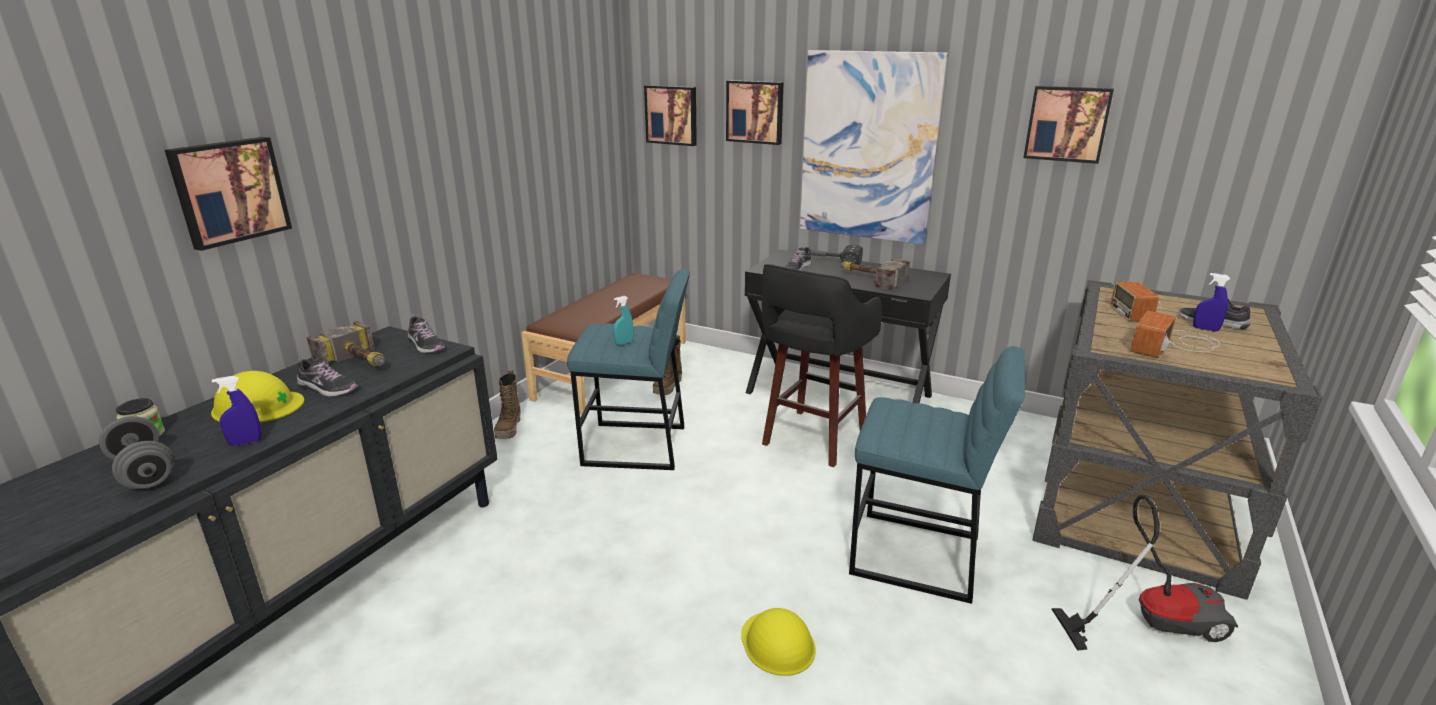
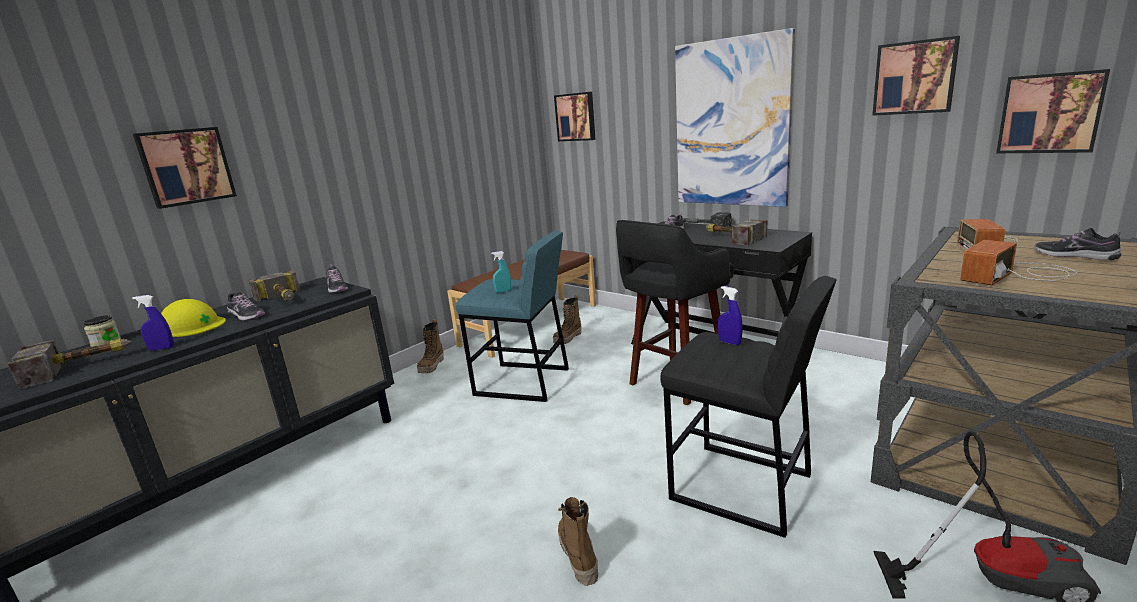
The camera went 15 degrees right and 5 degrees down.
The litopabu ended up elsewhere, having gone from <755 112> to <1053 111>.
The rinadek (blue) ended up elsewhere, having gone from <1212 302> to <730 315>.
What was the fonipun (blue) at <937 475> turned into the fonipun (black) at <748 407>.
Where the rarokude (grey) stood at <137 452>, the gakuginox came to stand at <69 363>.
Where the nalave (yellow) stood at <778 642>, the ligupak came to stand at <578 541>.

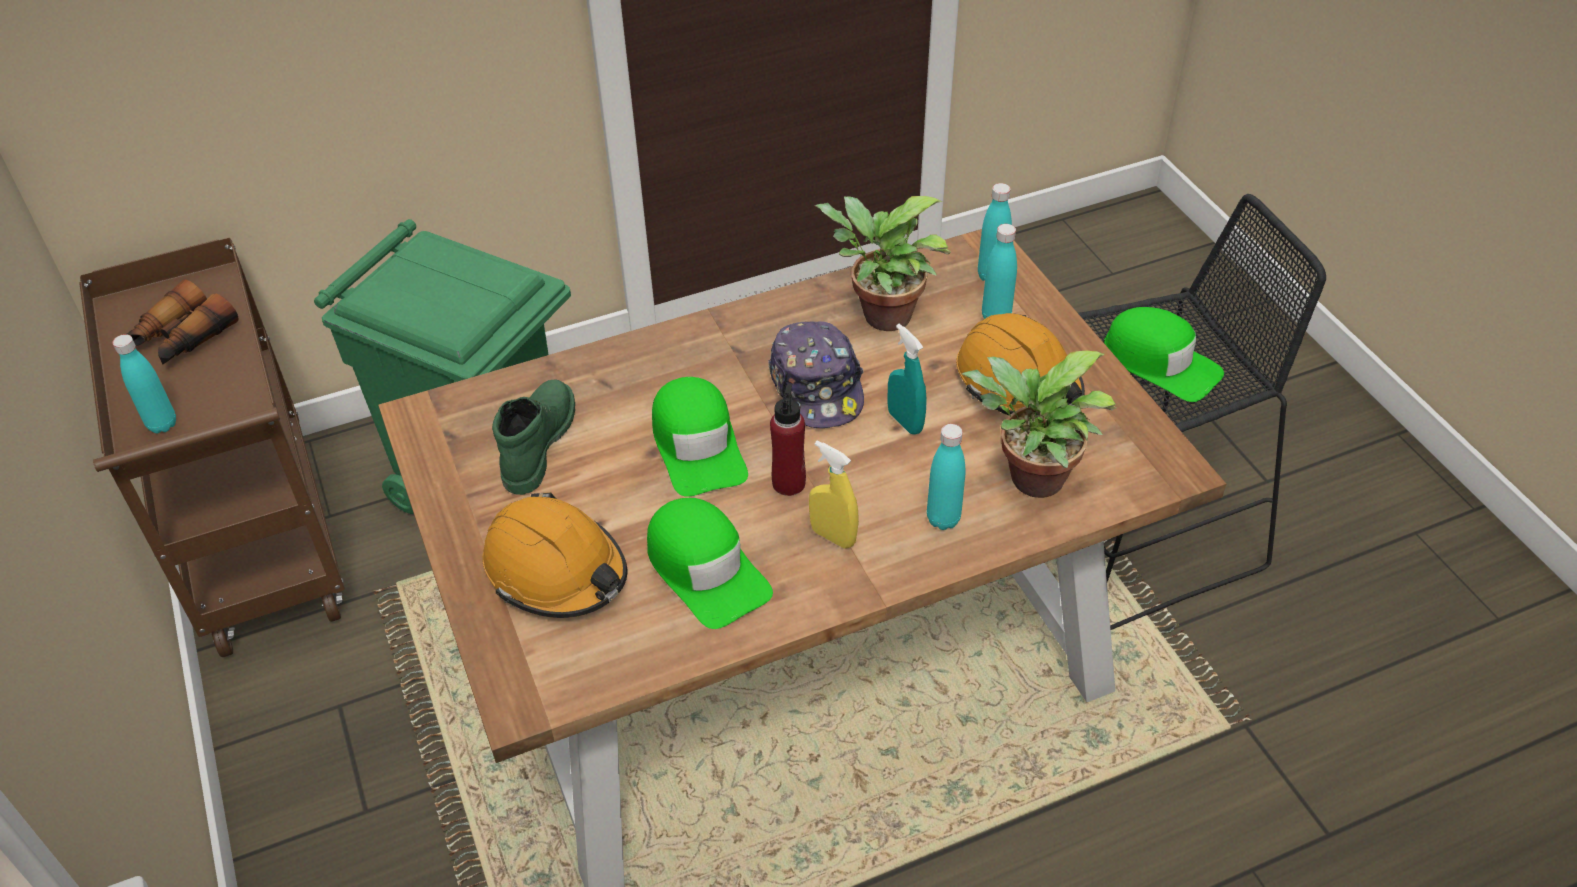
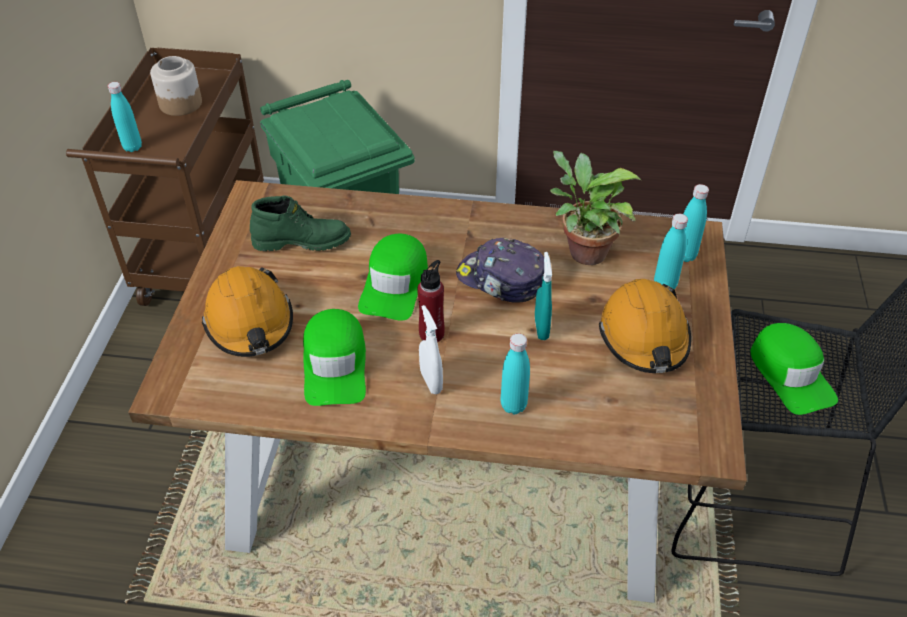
The camera went 30 degrees right and 0 degrees up.
Where the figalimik stood at <182 322>, the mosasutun came to stand at <176 86>.
The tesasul at <816 374> ended up facing another way, 105 degrees clockwise from before.
The second view lost the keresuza at <1039 424>.
The ligupak (green) at <533 437> ended up facing another way, 45 degrees clockwise from before.
What was the rinadek (yellow) at <834 494> turned into the rinadek (white) at <431 349>.

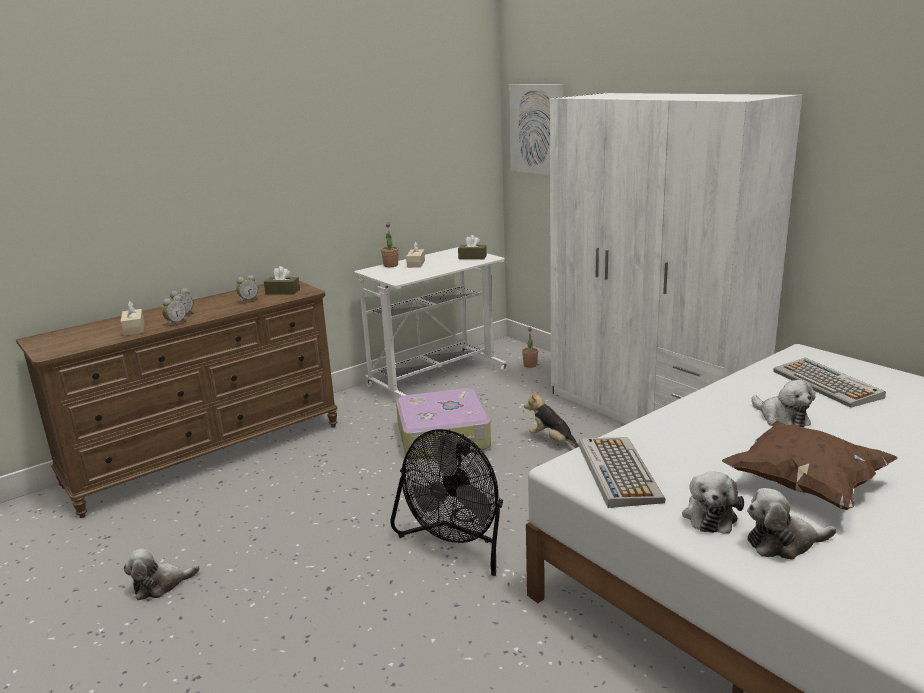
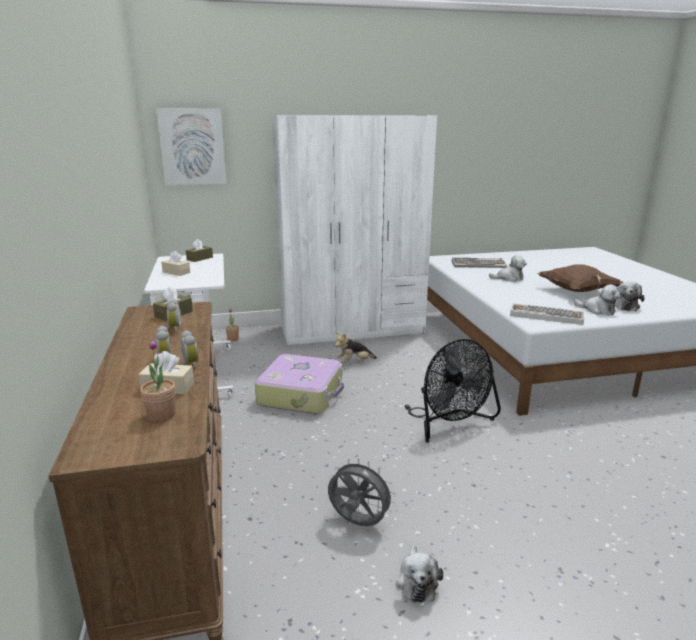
The camera went 65 degrees left and 0 degrees up.
The keresuza ended up elsewhere, having gone from <389 244> to <158 380>.
The second view gained the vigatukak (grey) at <362 492>.

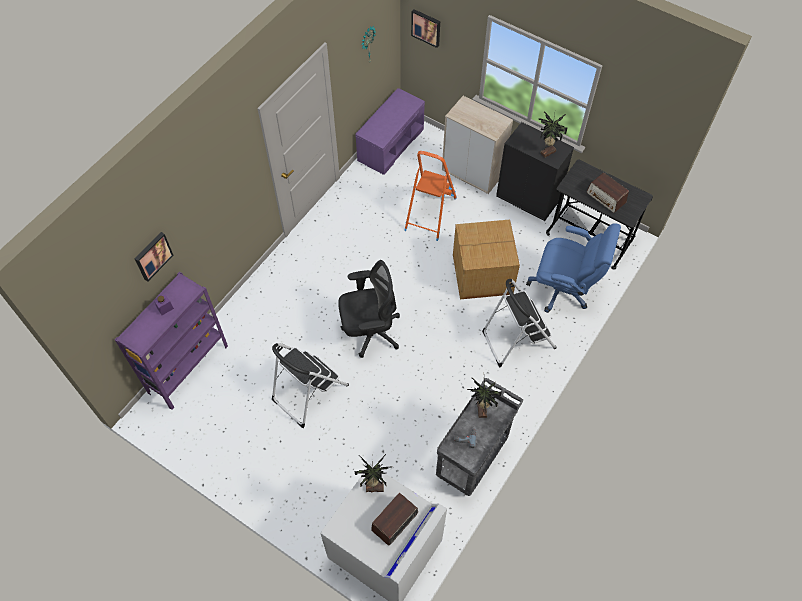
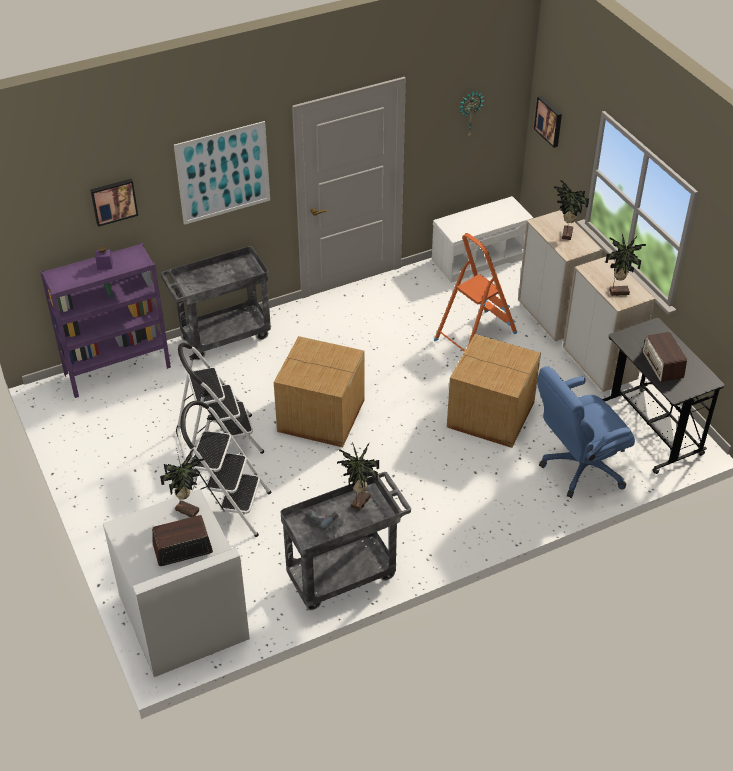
The camera went 30 degrees right and 15 degrees down.
What was the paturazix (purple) at <390 131> turned into the paturazix (white) at <482 239>.
What was the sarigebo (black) at <535 171> turned into the sarigebo (beige) at <609 324>.
The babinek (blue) at <573 268> ended up facing another way, 105 degrees clockwise from before.
Where the babinek (black) stood at <369 309>, the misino came to stand at <319 391>.
The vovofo ended up elsewhere, having gone from <519 323> to <226 469>.
The second view gained the litopabu at <222 173>.
The second view gained the keresuza at <571 210>.
The second view gained the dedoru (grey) at <215 303>.

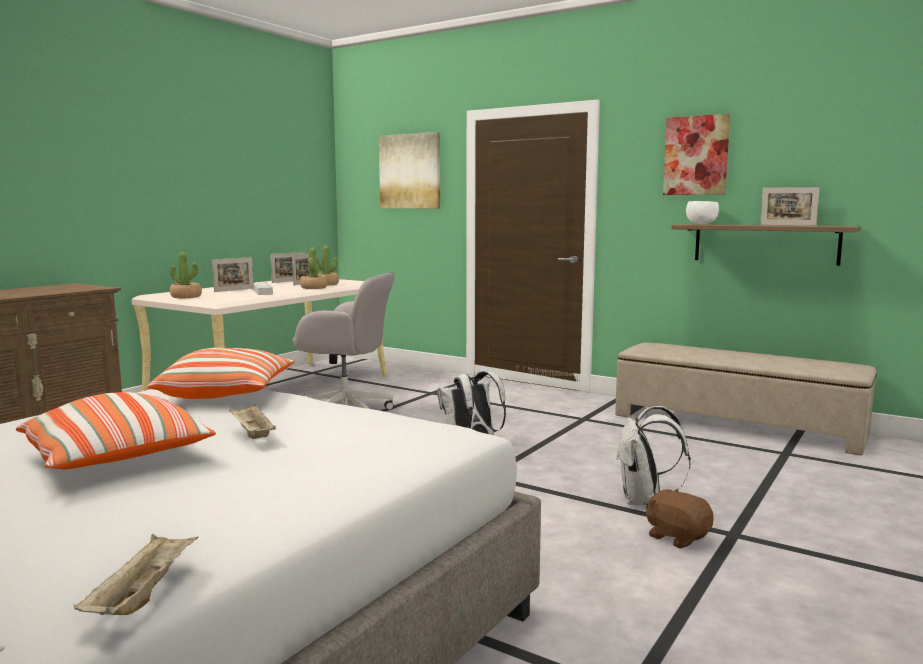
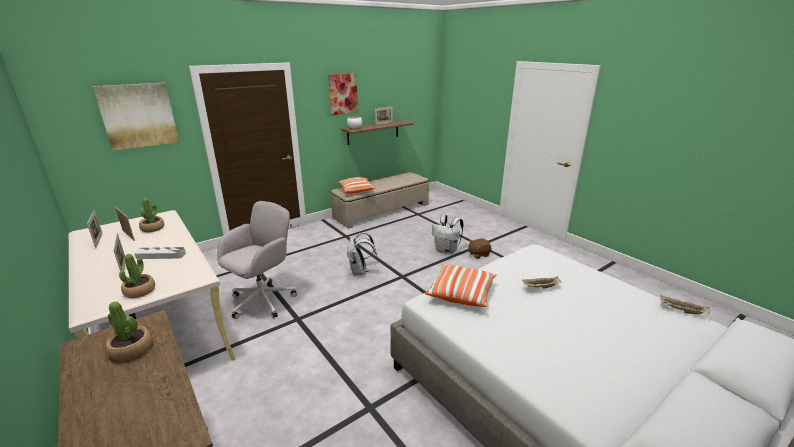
The camera went 70 degrees left and 15 degrees up.
The keresuza ended up elsewhere, having gone from <314 268> to <129 331>.
The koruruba ended up elsewhere, having gone from <116 431> to <356 185>.

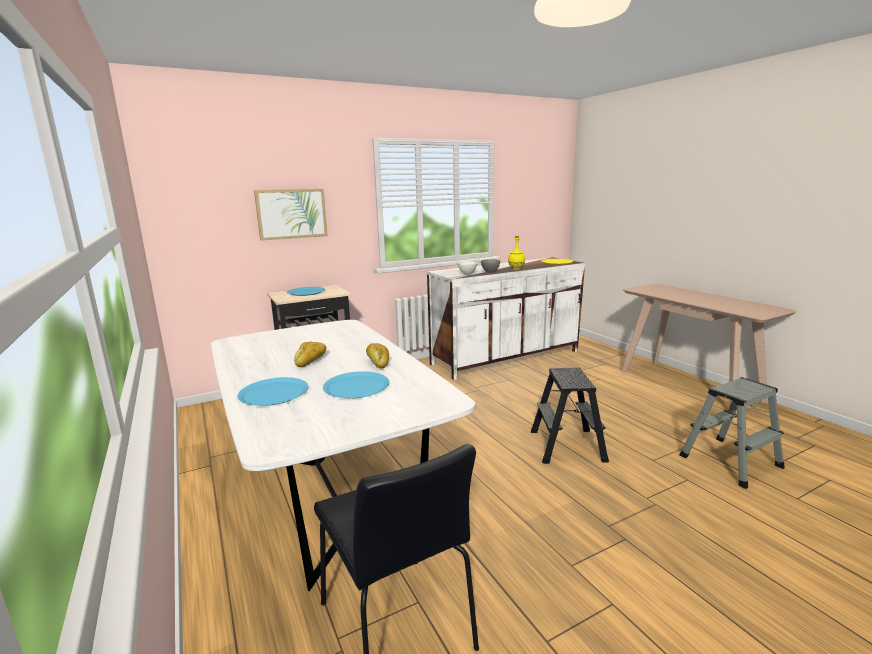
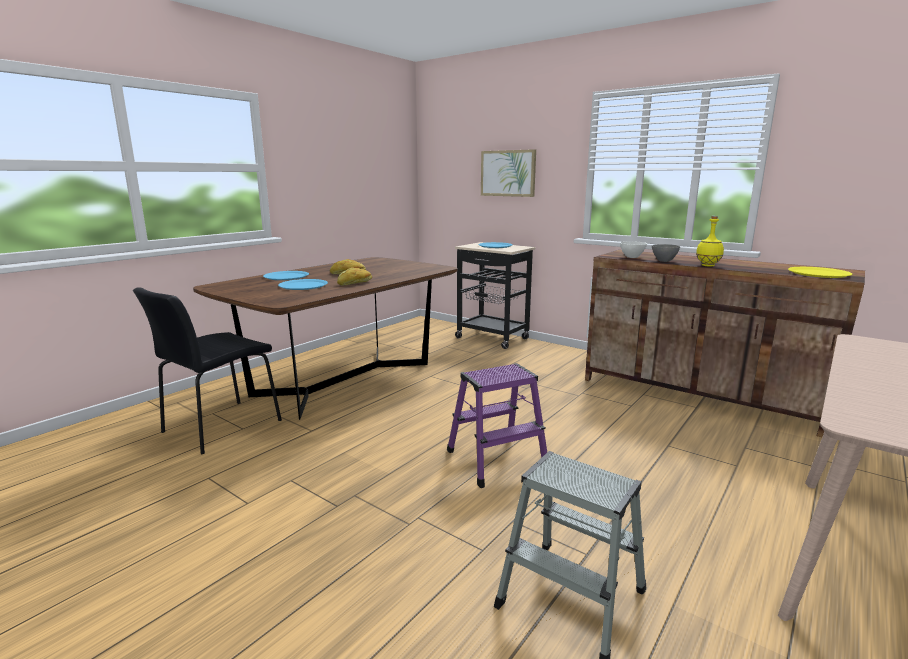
The camera went 65 degrees right and 0 degrees up.
What was the sarigebo (white) at <506 318> turned into the sarigebo (brown) at <725 343>.
What was the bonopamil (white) at <343 455> turned into the bonopamil (brown) at <325 338>.
What was the vovofo (black) at <570 416> turned into the vovofo (purple) at <497 425>.

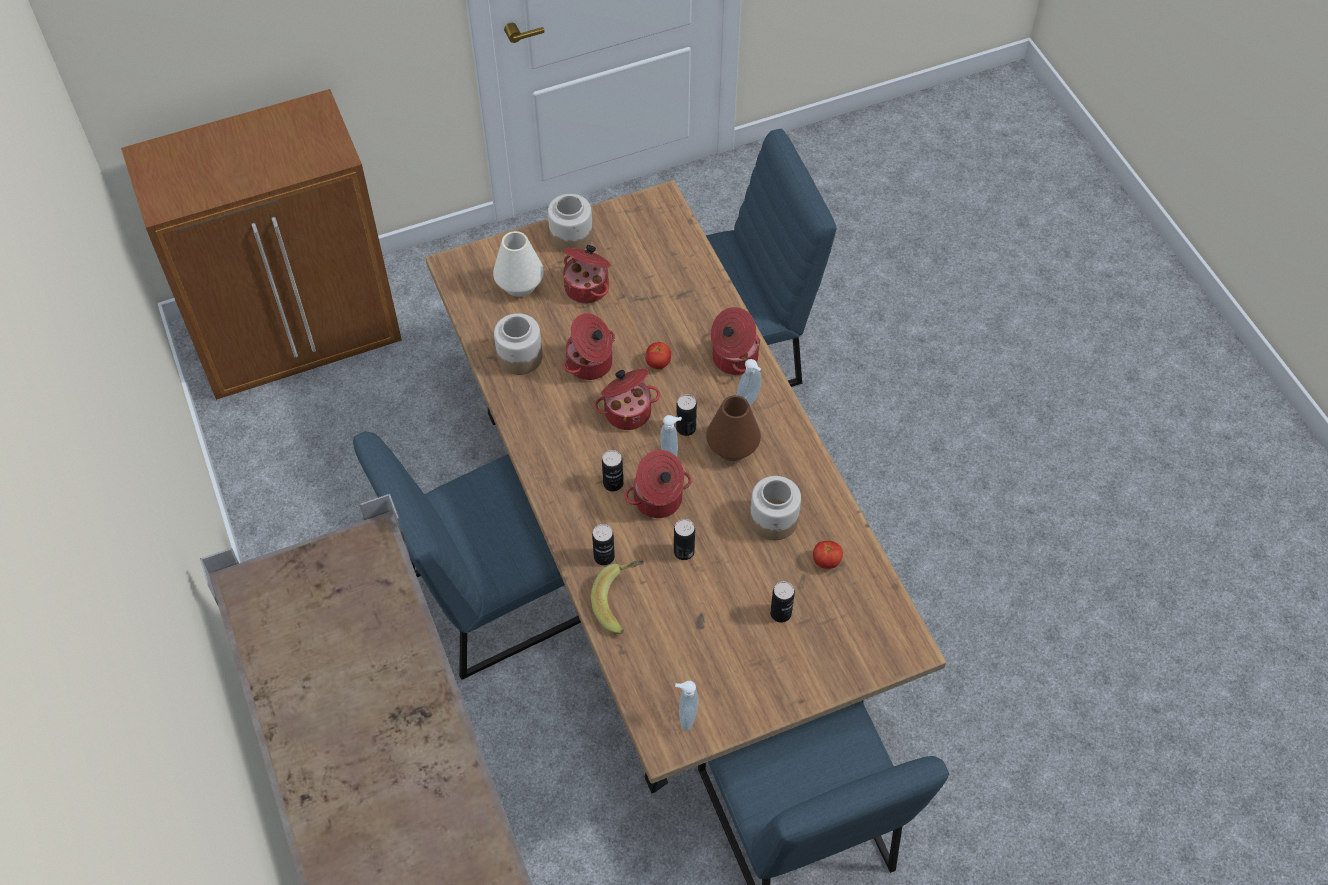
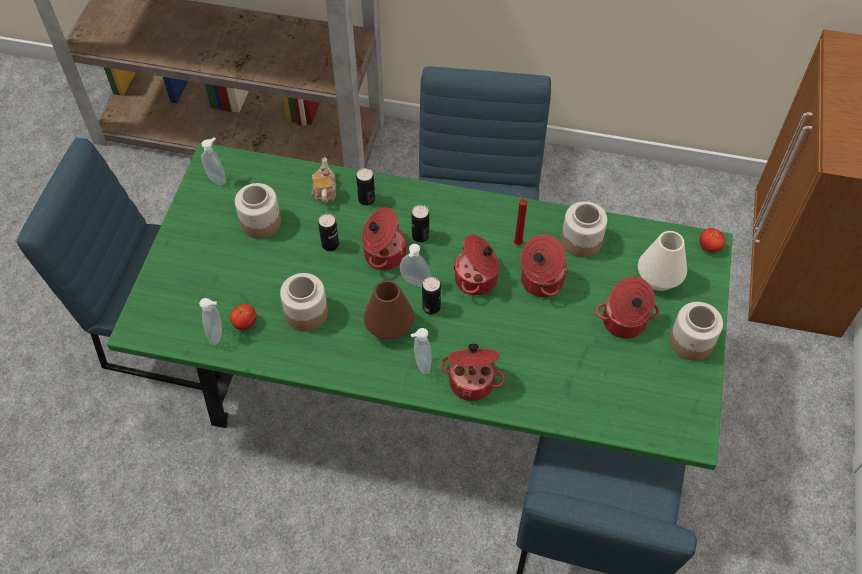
The camera went 125 degrees right and 0 degrees up.
What was the bonopamil (brown) at <685 487> turned into the bonopamil (green) at <420 306>.
The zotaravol ended up elsewhere, having gone from <658 355> to <712 240>.
Where the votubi stood at <617 597>, the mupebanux came to stand at <324 180>.
The second view lost the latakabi at <782 602>.
The second view gained the mosasutun at <258 211>.
The second view gained the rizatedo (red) at <520 219>.
The second view gained the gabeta at <210 321>.

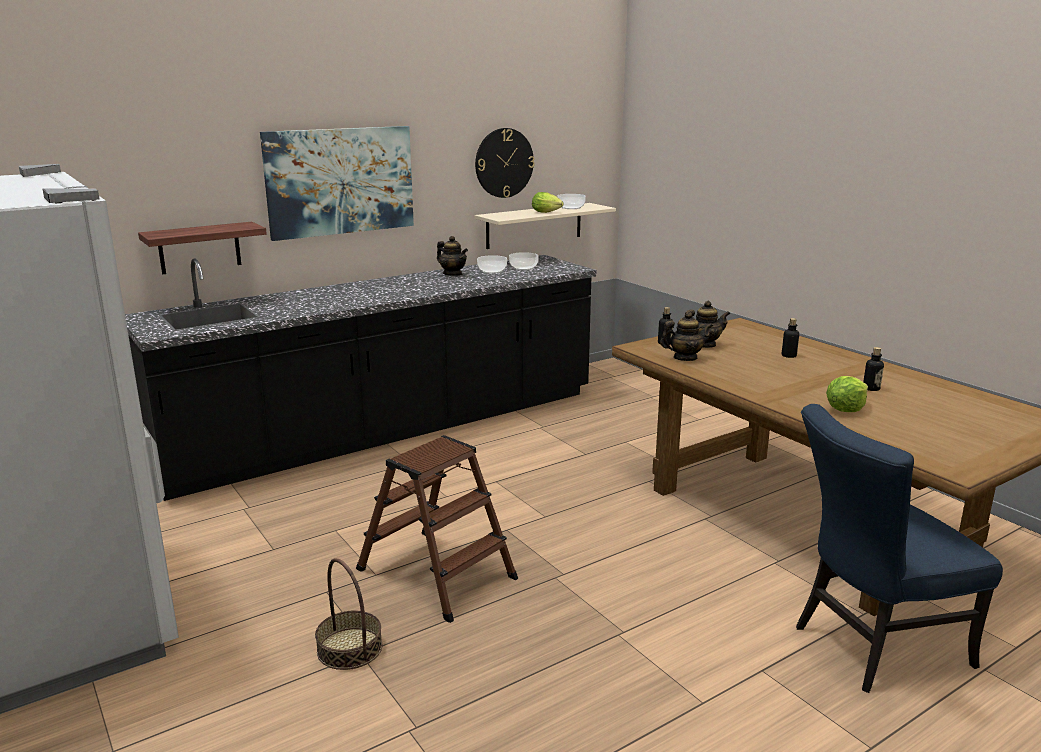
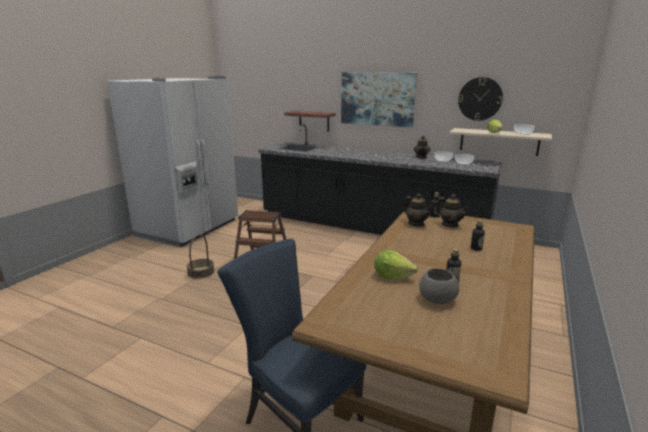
The camera went 60 degrees right and 0 degrees up.
The second view gained the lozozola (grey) at <439 286>.

